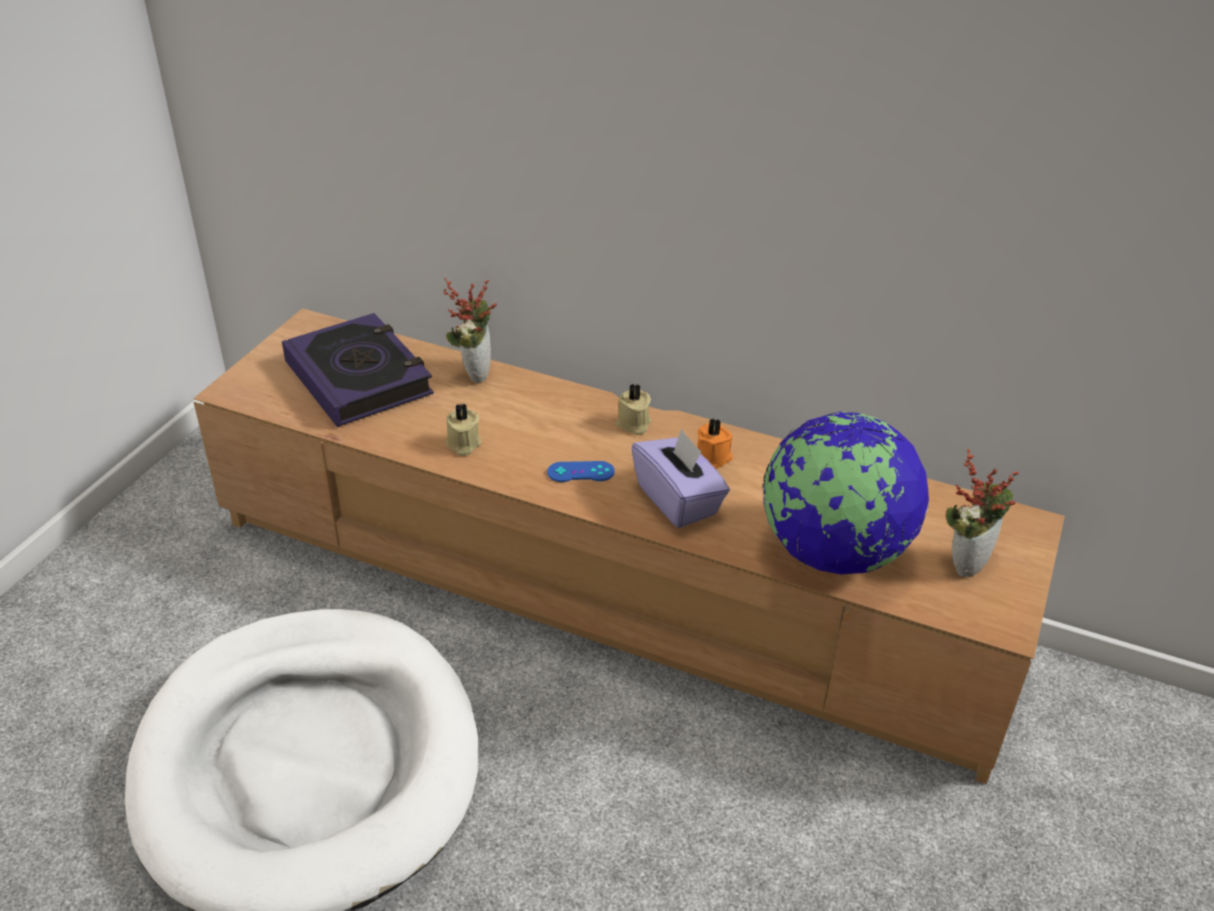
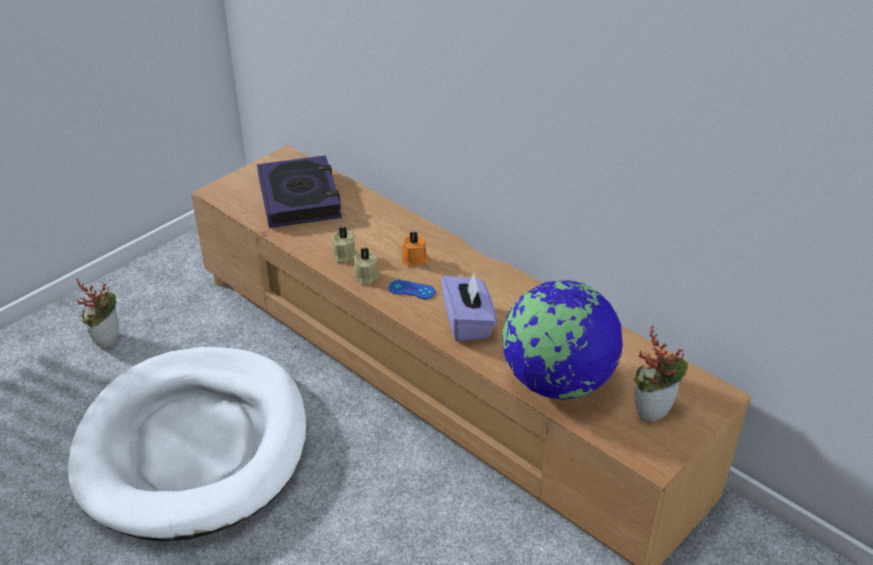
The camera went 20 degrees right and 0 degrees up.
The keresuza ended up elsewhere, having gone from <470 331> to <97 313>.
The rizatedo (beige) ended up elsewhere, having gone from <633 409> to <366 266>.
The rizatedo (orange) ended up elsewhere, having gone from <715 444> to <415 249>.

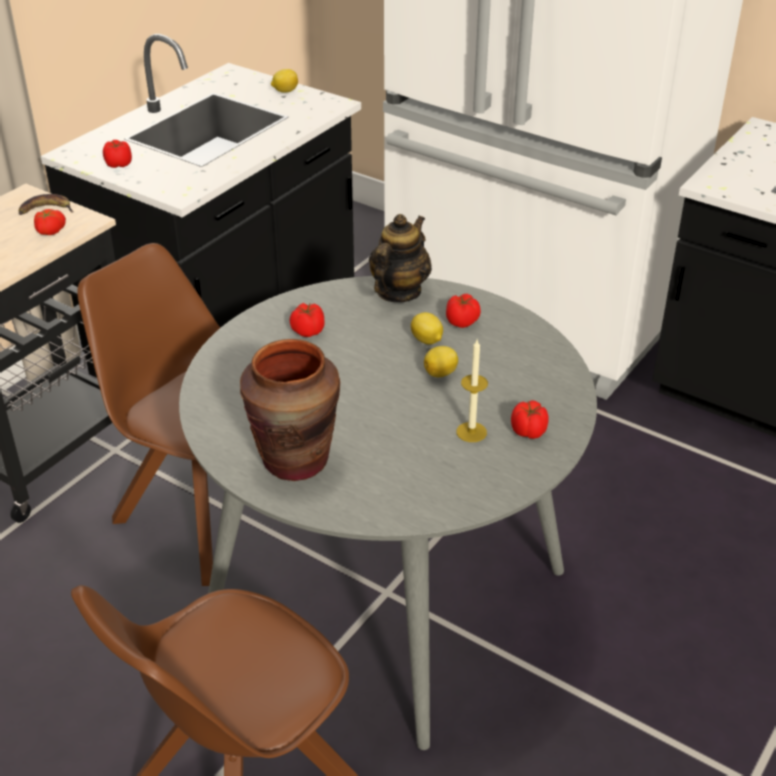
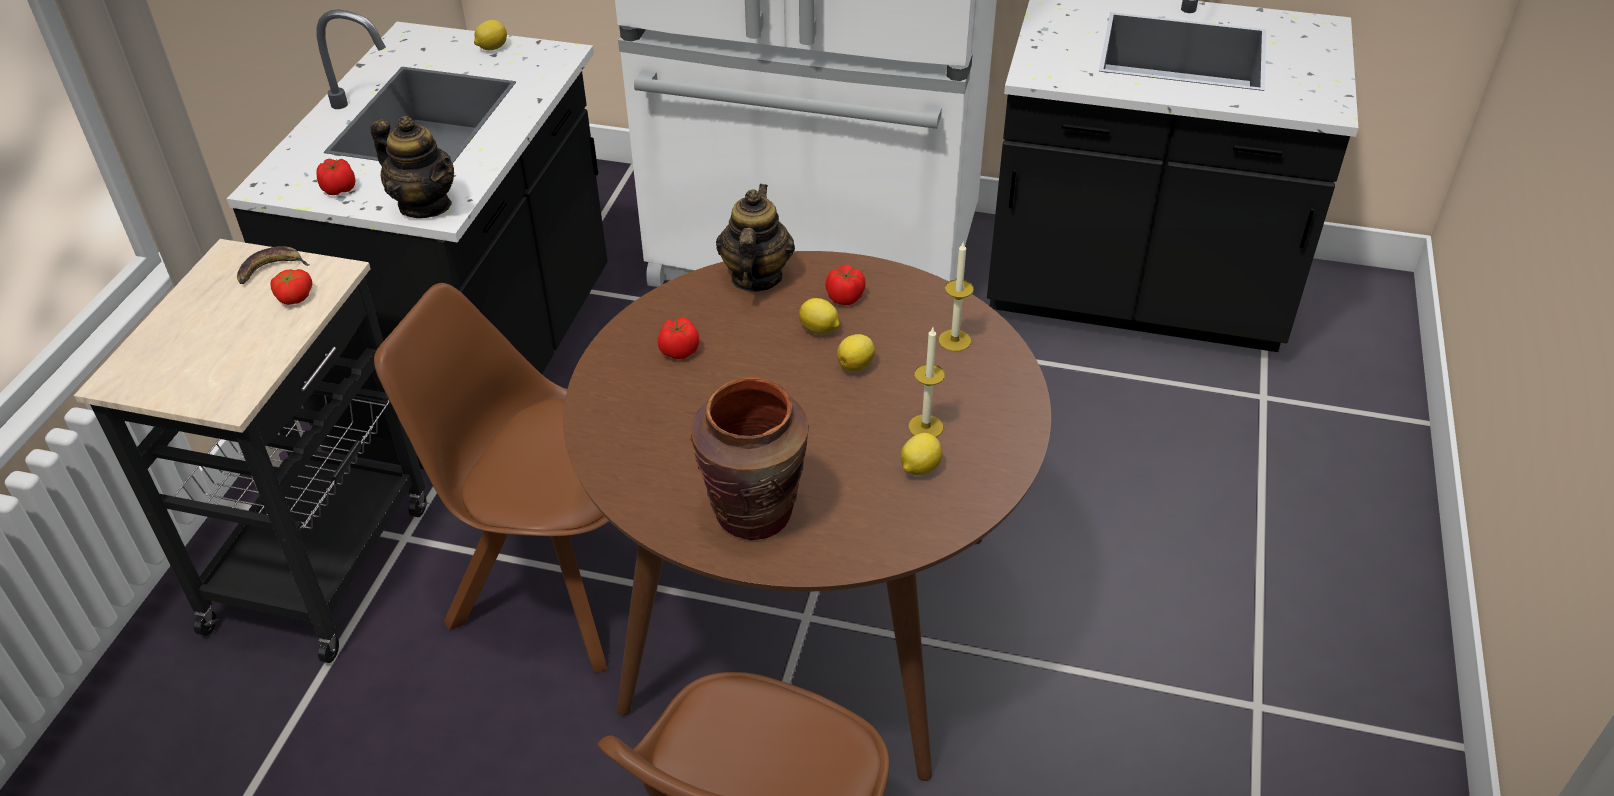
The camera went 20 degrees left and 5 degrees up.
What was the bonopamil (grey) at <388 513> turned into the bonopamil (brown) at <807 516>.
The second view lost the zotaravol at <530 419>.
The second view gained the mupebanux at <412 167>.
The second view gained the rizatedo at <956 296>.
The second view gained the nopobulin at <921 454>.

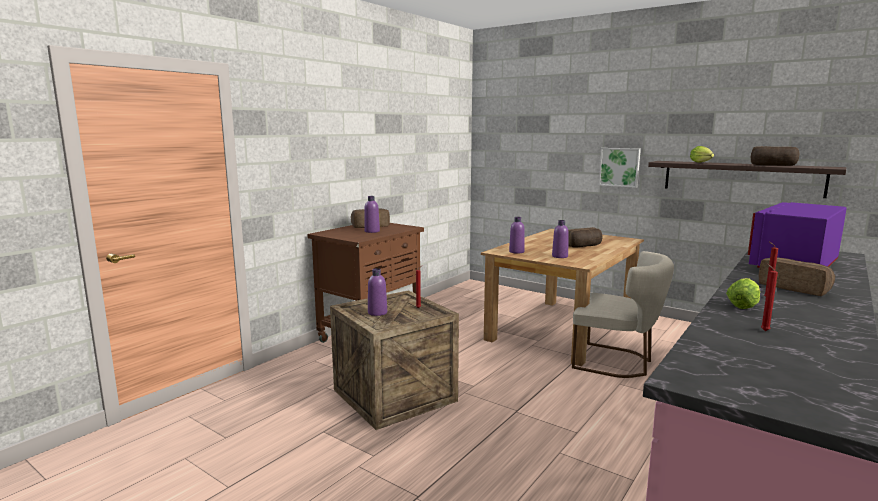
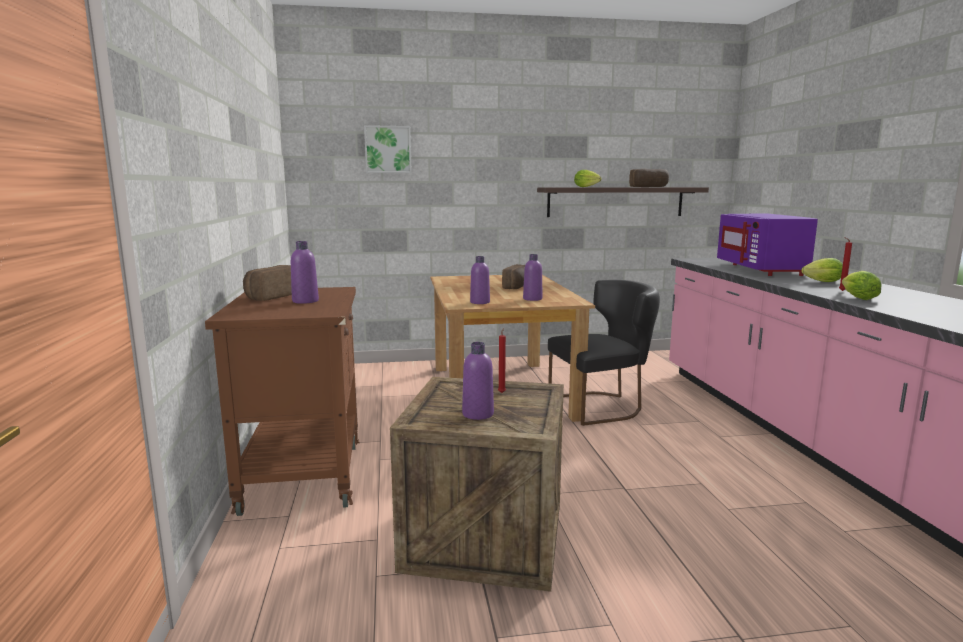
The camera went 45 degrees left and 0 degrees up.
The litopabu ended up elsewhere, having gone from <620 168> to <388 149>.
What was the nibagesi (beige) at <623 314> turned into the nibagesi (black) at <604 353>.
Where the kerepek stood at <797 276>, the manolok came to stand at <822 270>.
The second view lost the rizatedo (red) at <769 297>.

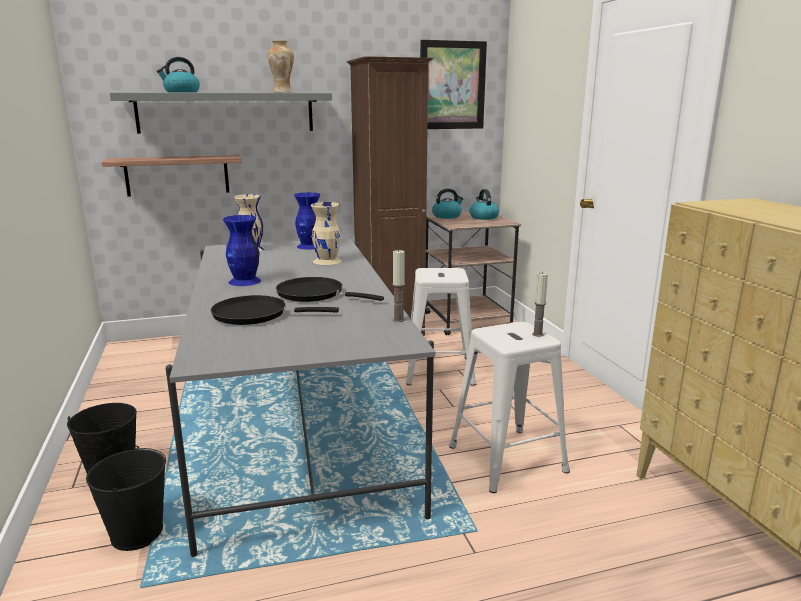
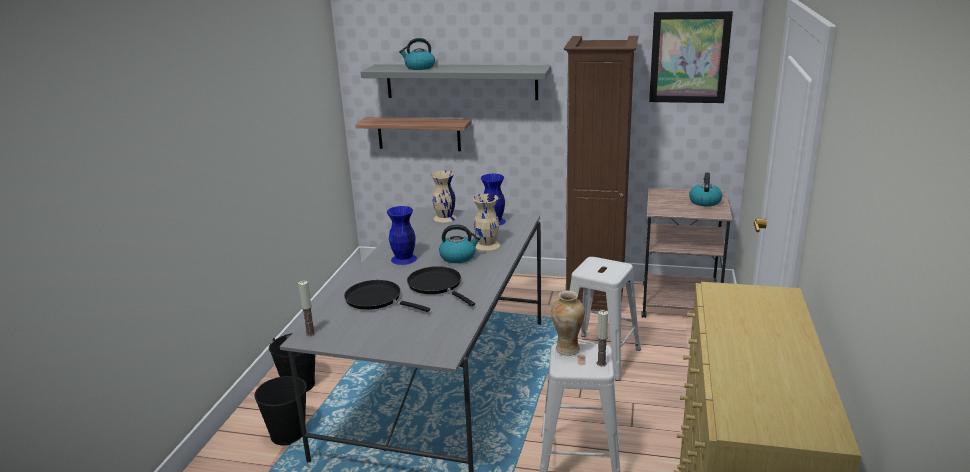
The camera went 30 degrees right and 5 degrees up.
The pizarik ended up elsewhere, having gone from <281 66> to <568 323>.
The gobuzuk ended up elsewhere, having gone from <447 203> to <460 243>.
The rizatedo ended up elsewhere, having gone from <398 285> to <307 308>.

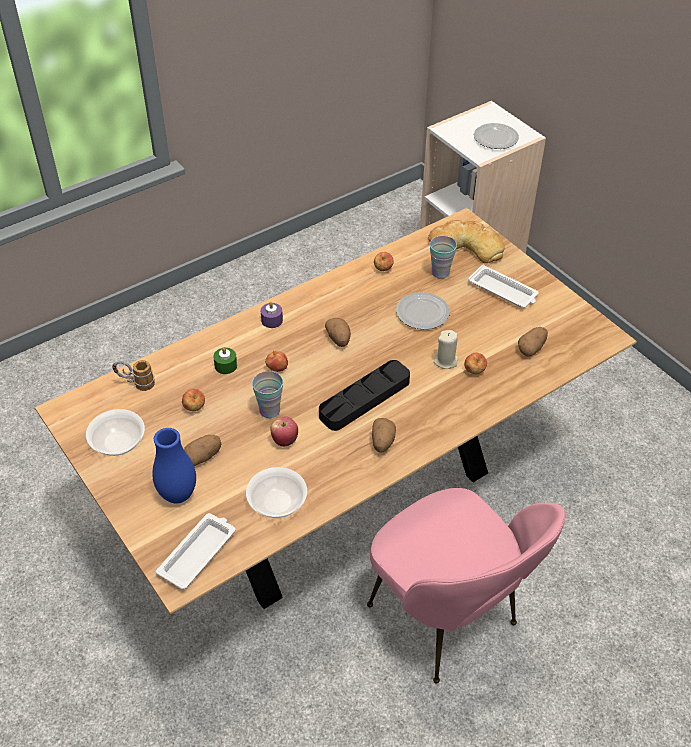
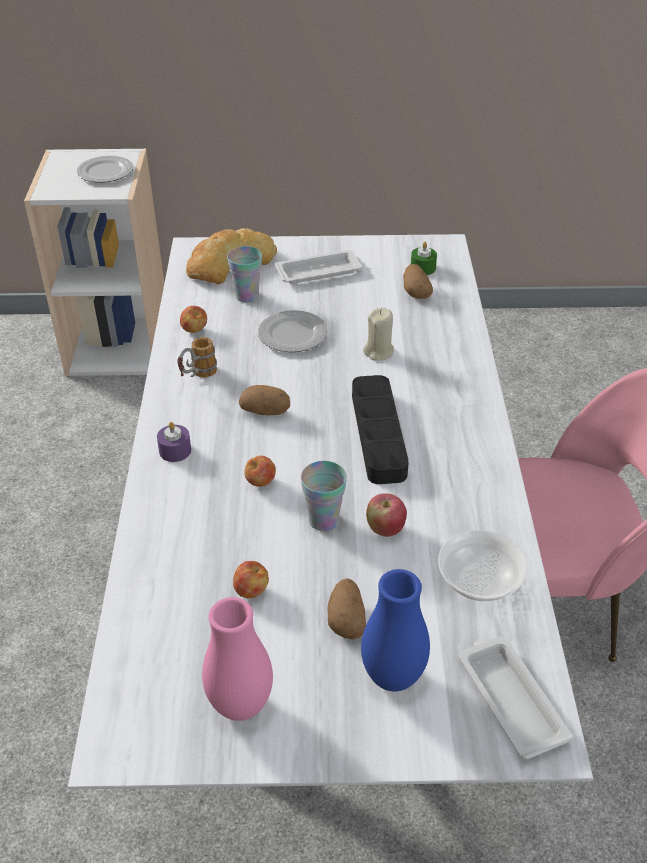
The camera went 55 degrees left and 5 degrees down.
What was the bonopamil (brown) at <336 411> turned into the bonopamil (white) at <330 511>.
The rizatedo (green) ended up elsewhere, having gone from <225 360> to <424 258>.
The second view lost the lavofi at <475 363>.
The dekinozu ended up elsewhere, having gone from <133 375> to <197 357>.
Where the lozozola stood at <115 432>, the pizarik (pink) came to stand at <237 659>.
The second view lost the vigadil at <384 435>.

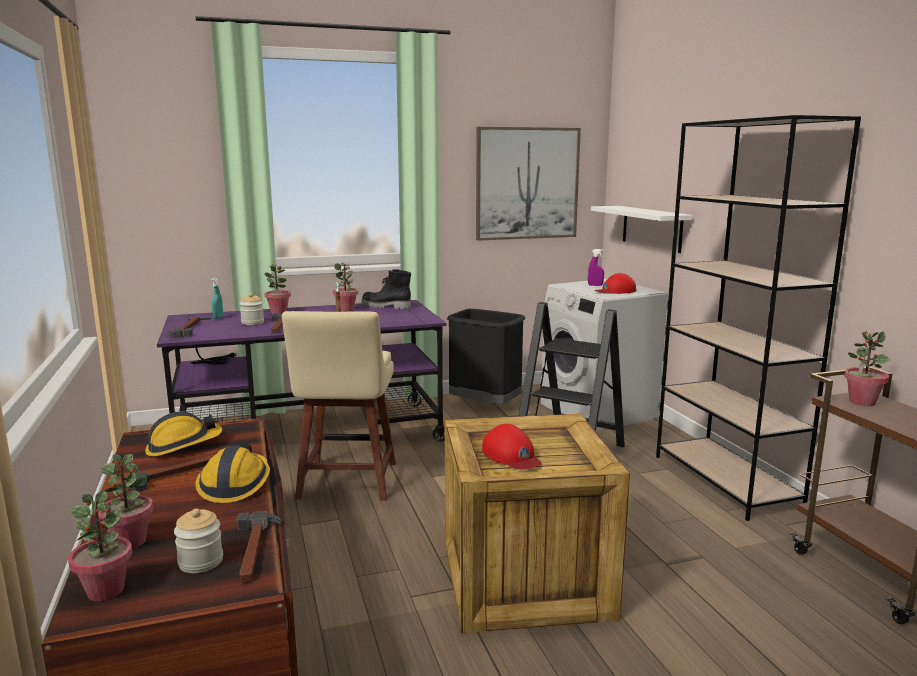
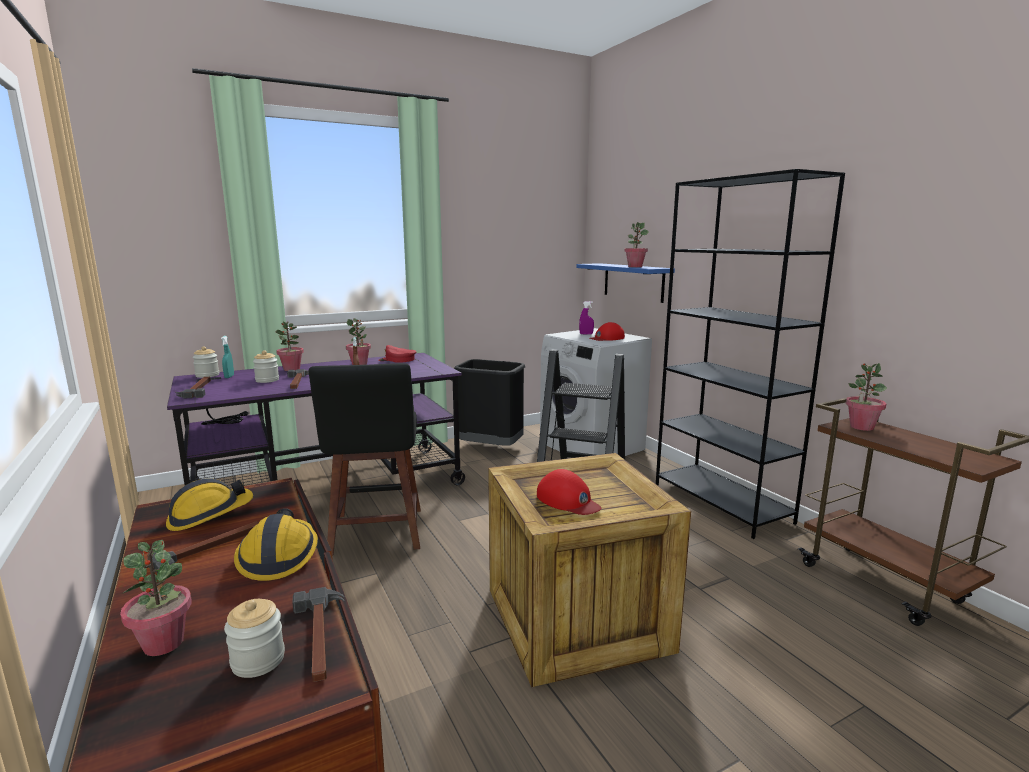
The camera went 10 degrees left and 0 degrees up.
What was the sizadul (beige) at <758 318> turned into the sizadul (black) at <750 354>.
The second view lost the litopabu at <528 184>.
What was the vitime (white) at <642 229> turned into the vitime (blue) at <625 283>.
Where the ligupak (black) stood at <386 289>, the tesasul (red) came to stand at <397 354>.
What was the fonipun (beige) at <339 405> turned into the fonipun (black) at <365 459>.
The keresuza ended up elsewhere, having gone from <100 546> to <636 244>.
The second view gained the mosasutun at <205 362>.

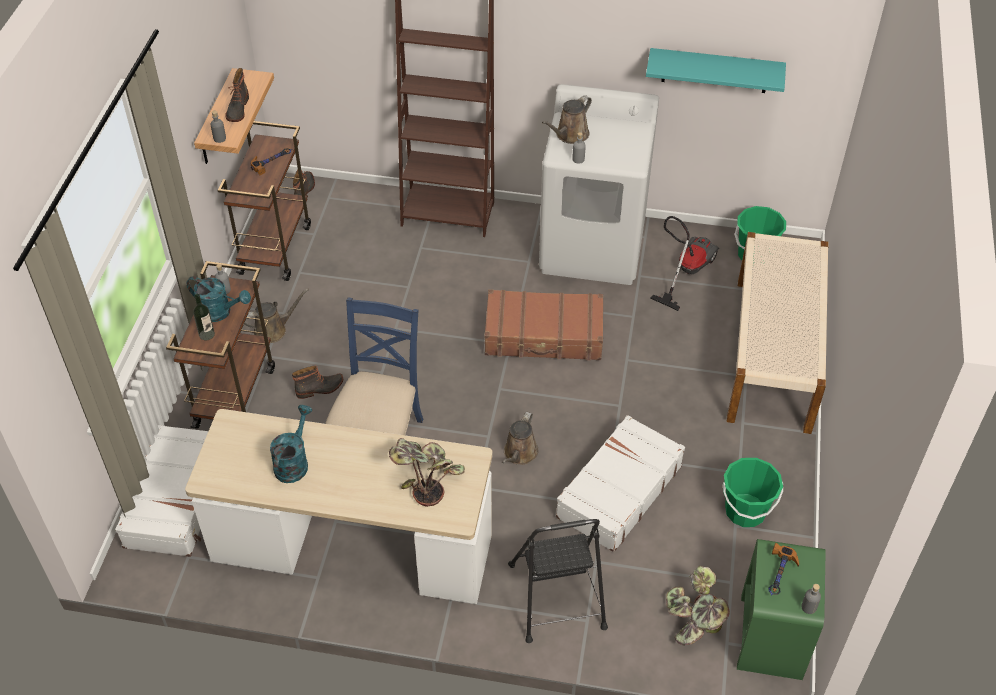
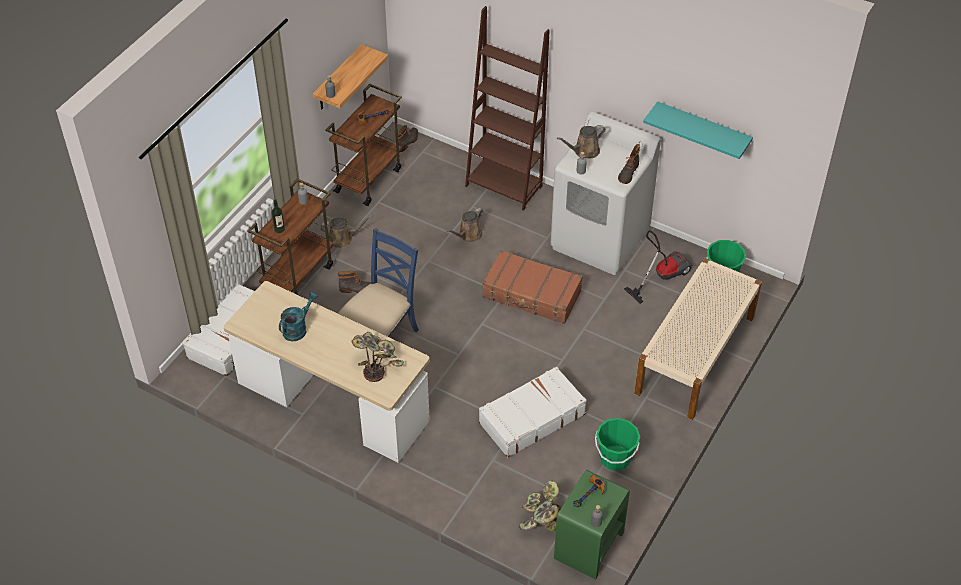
The camera went 20 degrees right and 0 degrees up.
The ligupak ended up elsewhere, having gone from <237 95> to <629 164>.
The second view lost the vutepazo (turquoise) at <219 299>.
The vutepazo (brown) ended up elsewhere, having gone from <520 438> to <465 225>.
The second view lost the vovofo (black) at <558 581>.

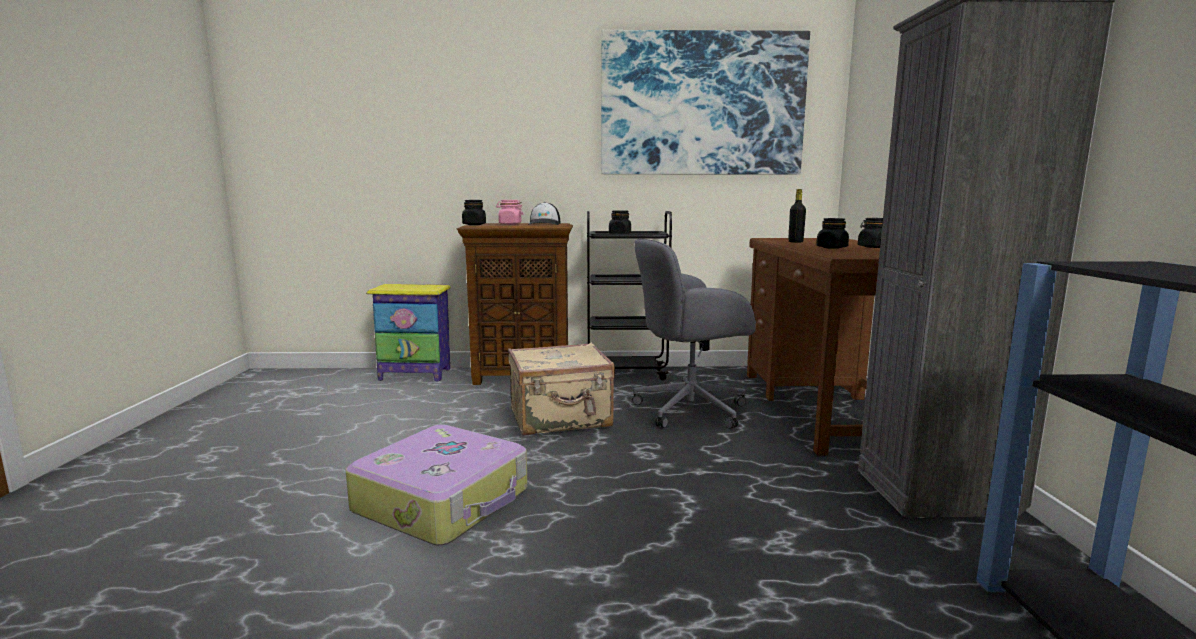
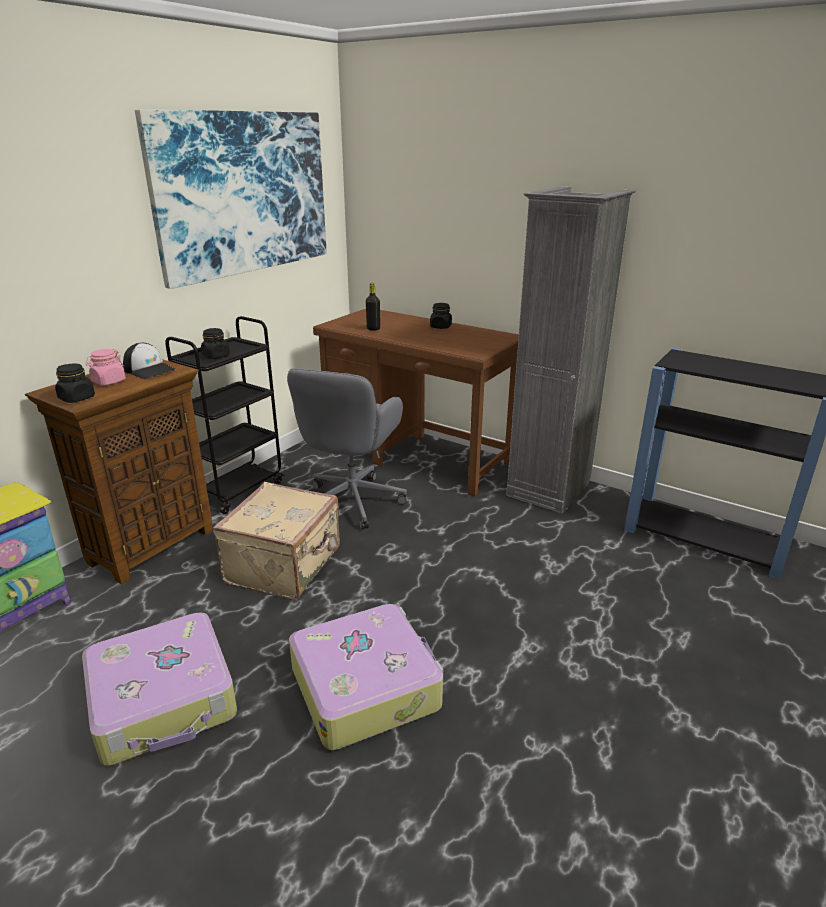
The camera went 55 degrees left and 15 degrees up.
The second view lost the mosasutun (black) at <832 233>.
The second view gained the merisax at <159 689>.

